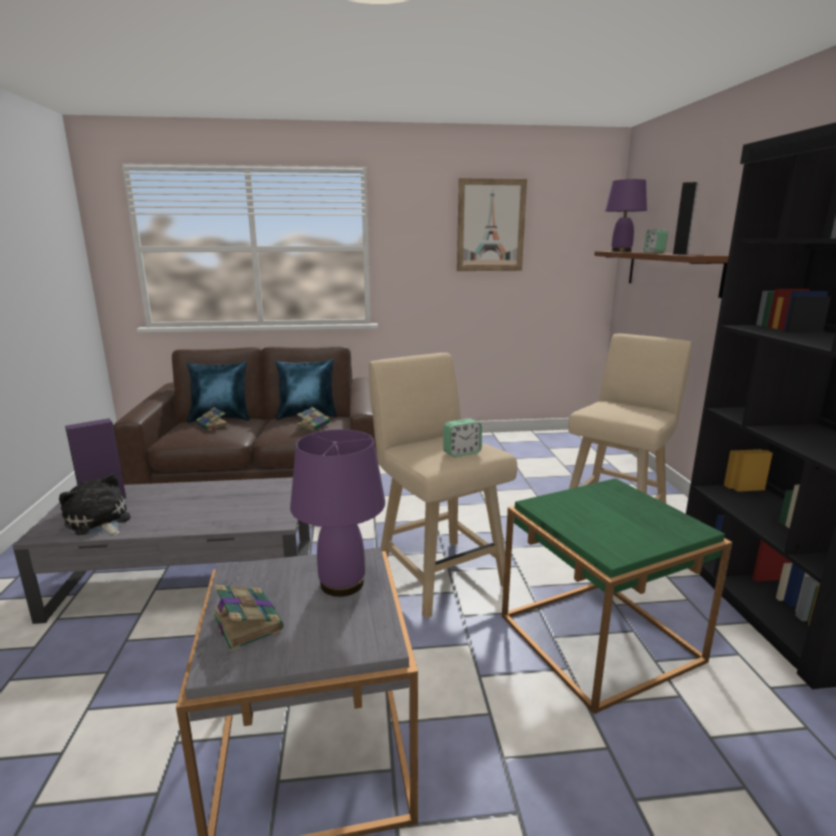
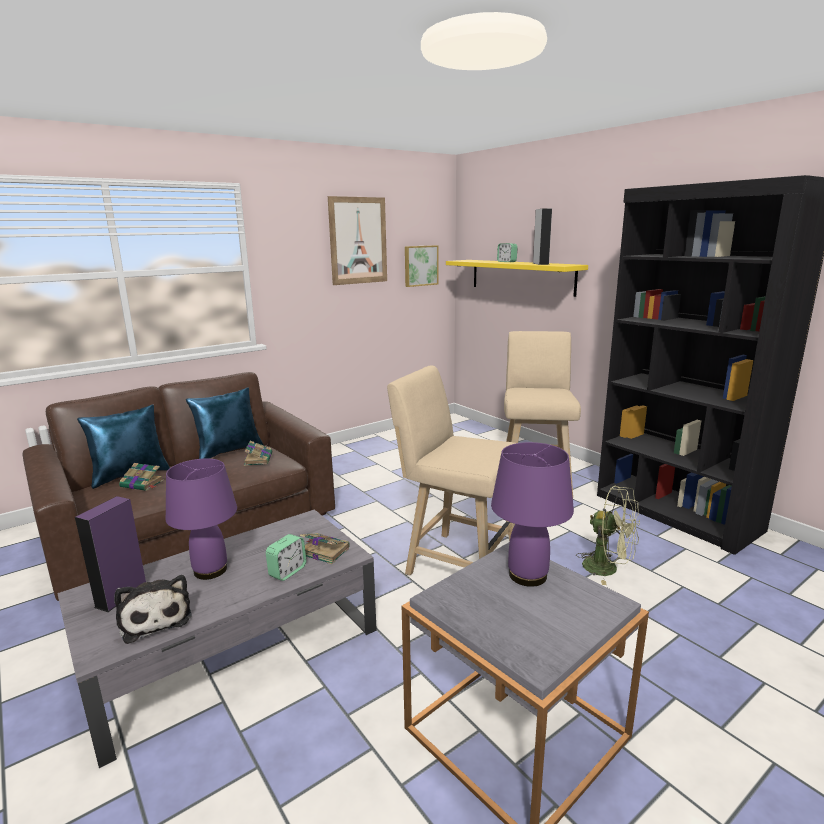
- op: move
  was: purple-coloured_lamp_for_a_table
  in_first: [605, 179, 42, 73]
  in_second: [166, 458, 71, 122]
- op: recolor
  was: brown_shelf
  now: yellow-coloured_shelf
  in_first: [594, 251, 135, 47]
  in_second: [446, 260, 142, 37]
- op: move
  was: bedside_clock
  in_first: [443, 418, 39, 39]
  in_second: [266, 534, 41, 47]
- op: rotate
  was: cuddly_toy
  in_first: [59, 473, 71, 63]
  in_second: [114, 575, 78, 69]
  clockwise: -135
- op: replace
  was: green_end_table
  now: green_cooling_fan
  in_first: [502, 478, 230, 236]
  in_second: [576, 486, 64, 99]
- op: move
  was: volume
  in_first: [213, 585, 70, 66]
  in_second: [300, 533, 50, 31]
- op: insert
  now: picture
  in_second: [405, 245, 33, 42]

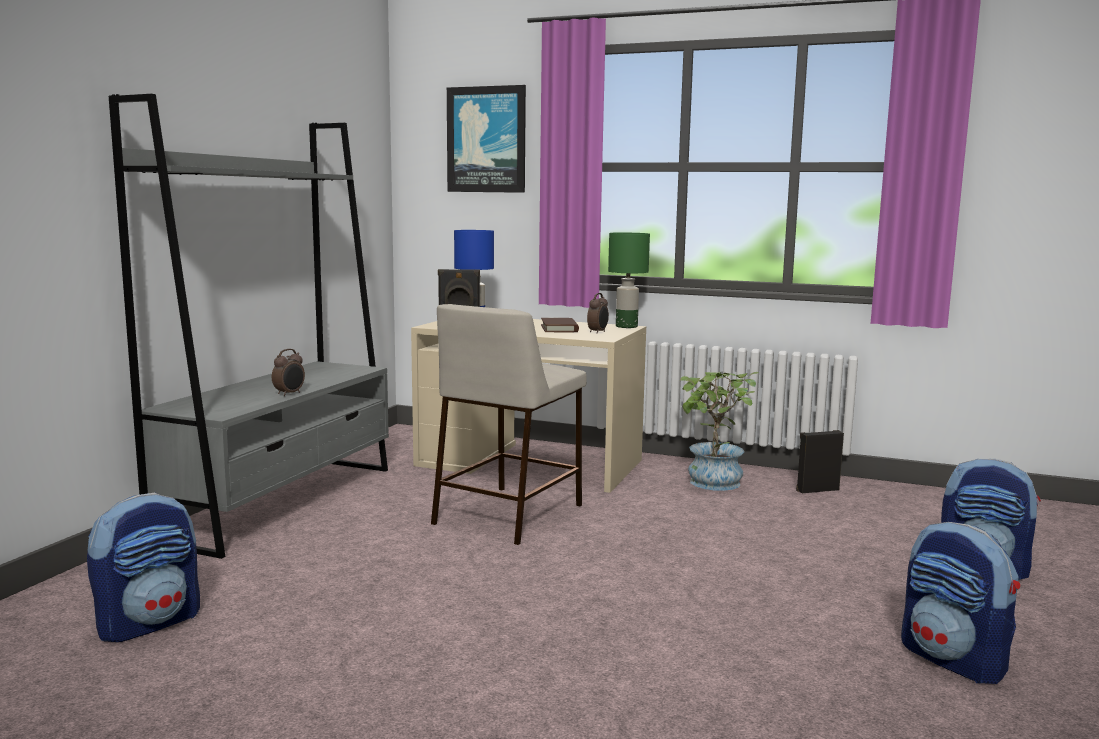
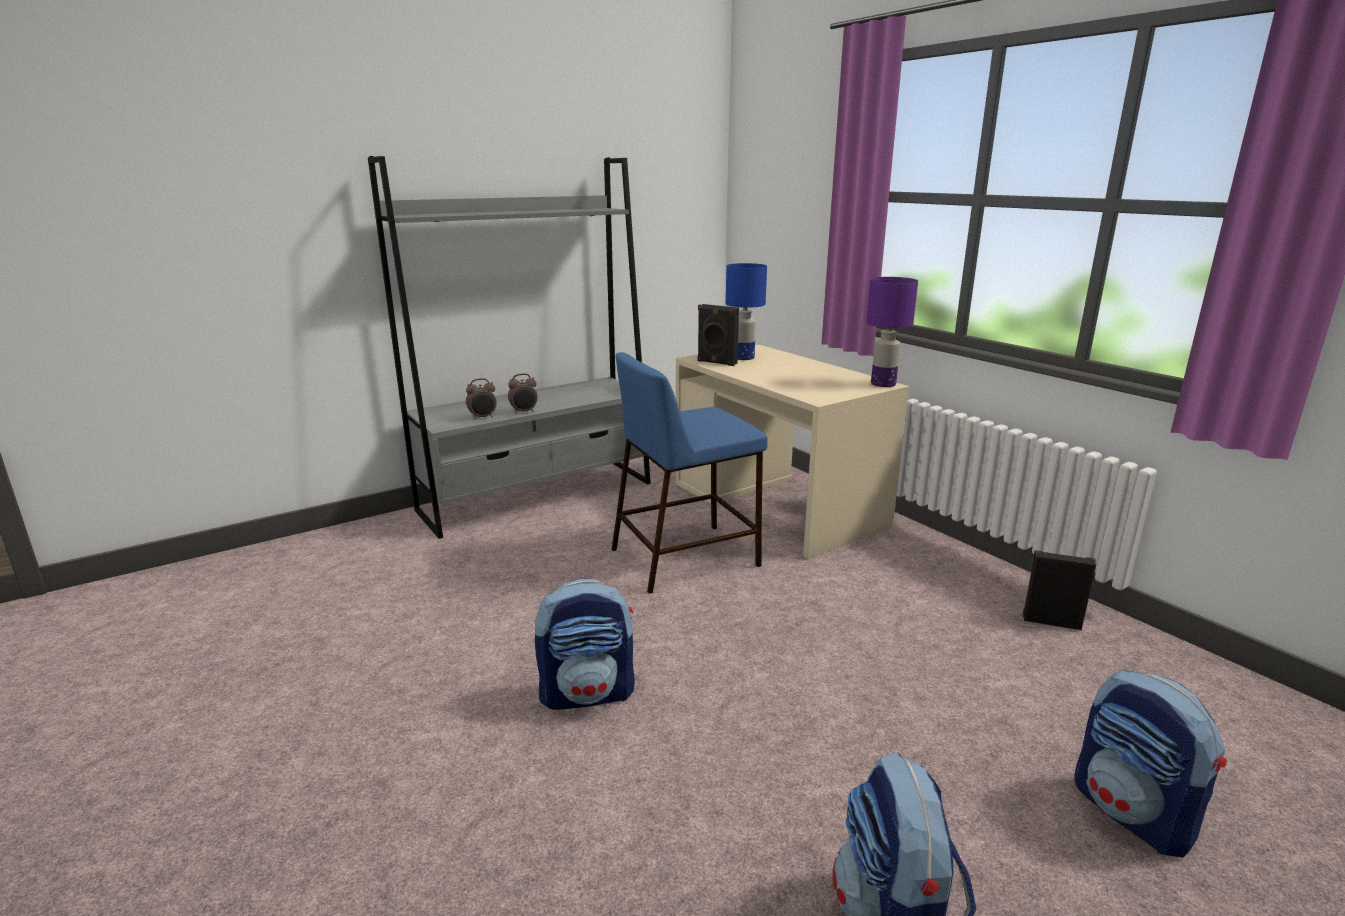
- op: delete
  was: picture
  in_first: [447, 85, 79, 108]
- op: recolor
  was: green_lamp_for_a_table
  now: purple-coloured_lamp_for_a_table
  in_first: [608, 233, 42, 95]
  in_second: [866, 277, 52, 110]
- op: move
  was: bedside_clock
  in_first: [587, 293, 22, 41]
  in_second: [466, 378, 31, 42]
- op: recolor
  was: beige-coloured_sitting_stool
  now: bluish_sitting_stool
  in_first: [431, 304, 156, 241]
  in_second: [611, 352, 157, 242]
- op: delete
  was: brown_volume
  in_first: [541, 318, 38, 14]
- op: delete
  was: houseplant
  in_first: [680, 372, 79, 119]
- op: move
  was: backpack
  in_first: [87, 493, 113, 149]
  in_second: [534, 578, 101, 132]

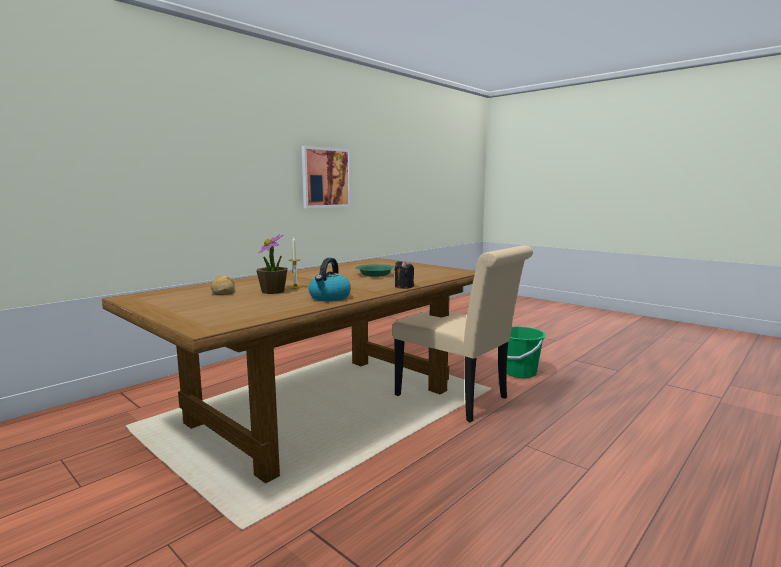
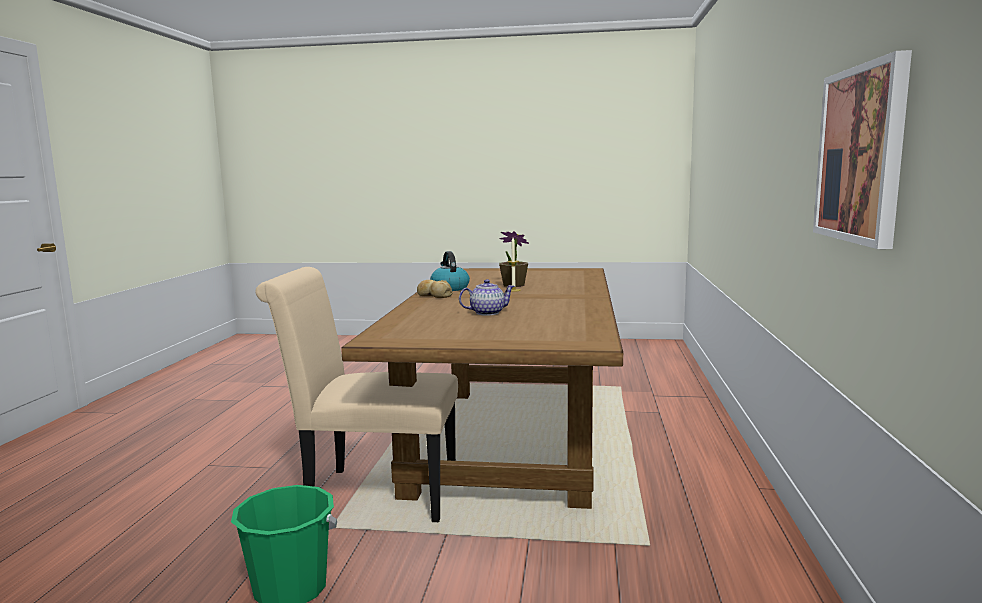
- op: delete
  was: black_candle
  in_first: [395, 260, 19, 29]
- op: replace
  was: green_bowl
  now: teapot
  in_first: [355, 264, 40, 13]
  in_second: [459, 279, 56, 37]
- op: move
  was: baked_bread
  in_first: [211, 276, 24, 19]
  in_second: [417, 280, 36, 18]

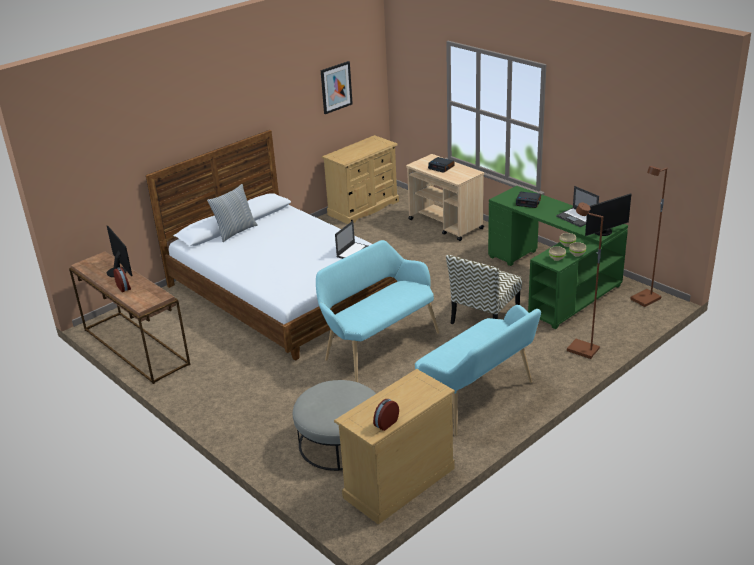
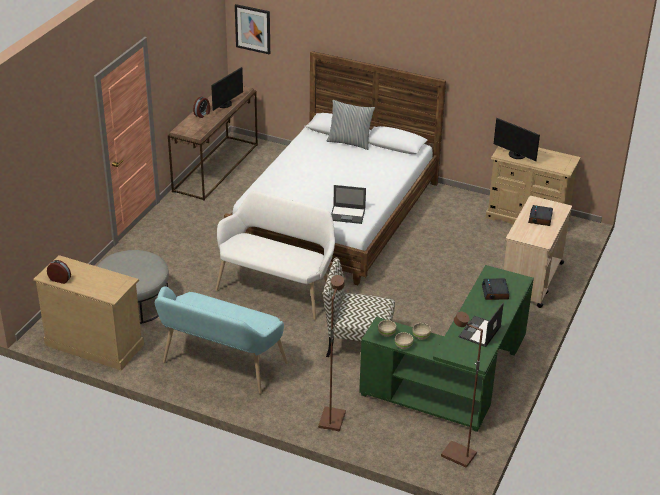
- op: move
  was: picture
  in_first: [321, 61, 32, 53]
  in_second: [235, 4, 35, 51]
- op: move
  was: computer_screen
  in_first: [585, 193, 46, 43]
  in_second: [494, 118, 46, 43]
- op: recolor
  was: blue-green_long_seat
  now: whitish_long_seat
  in_first: [316, 240, 123, 142]
  in_second: [215, 191, 120, 129]

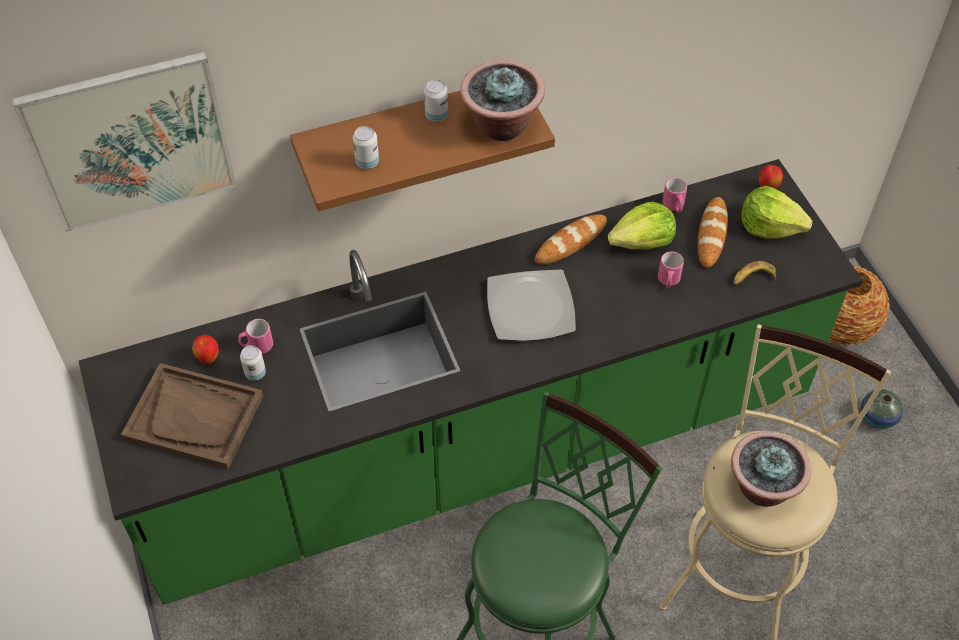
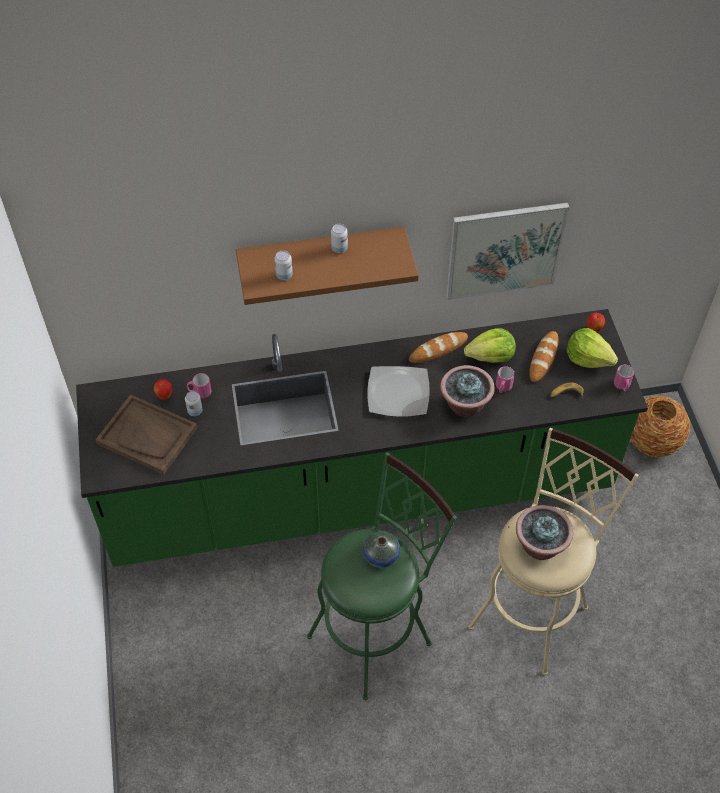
- op: move
  was: picture
  in_first: [12, 52, 225, 180]
  in_second: [446, 203, 124, 97]
- op: move
  was: houseplant
  in_first: [460, 60, 85, 81]
  in_second: [440, 365, 55, 52]
- op: move
  was: pinkish_mug
  in_first: [662, 178, 25, 35]
  in_second: [614, 365, 20, 27]
- op: move
  was: vase
  in_first: [861, 389, 42, 40]
  in_second: [363, 531, 37, 37]

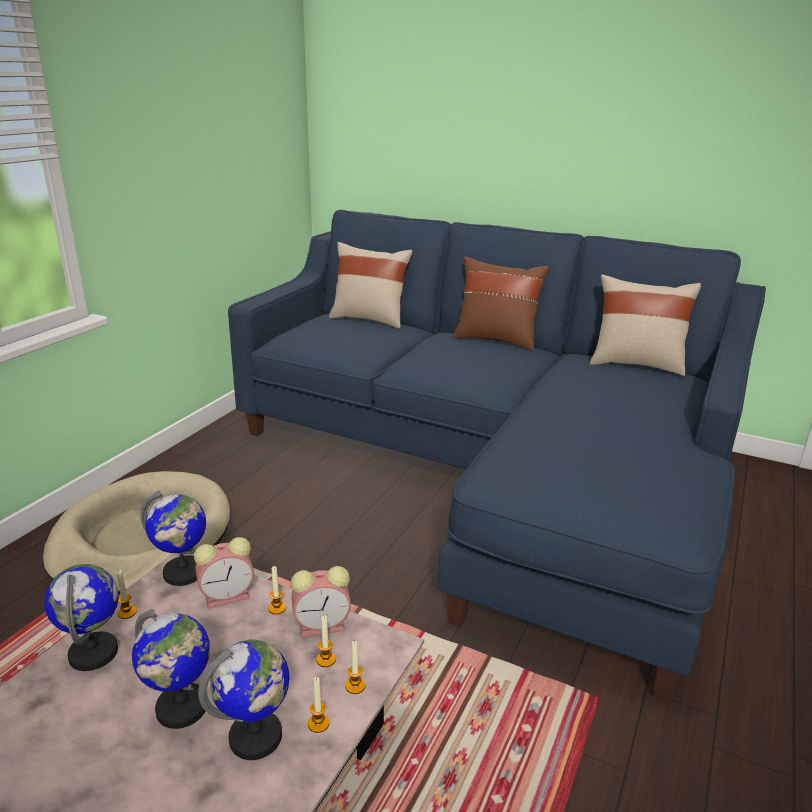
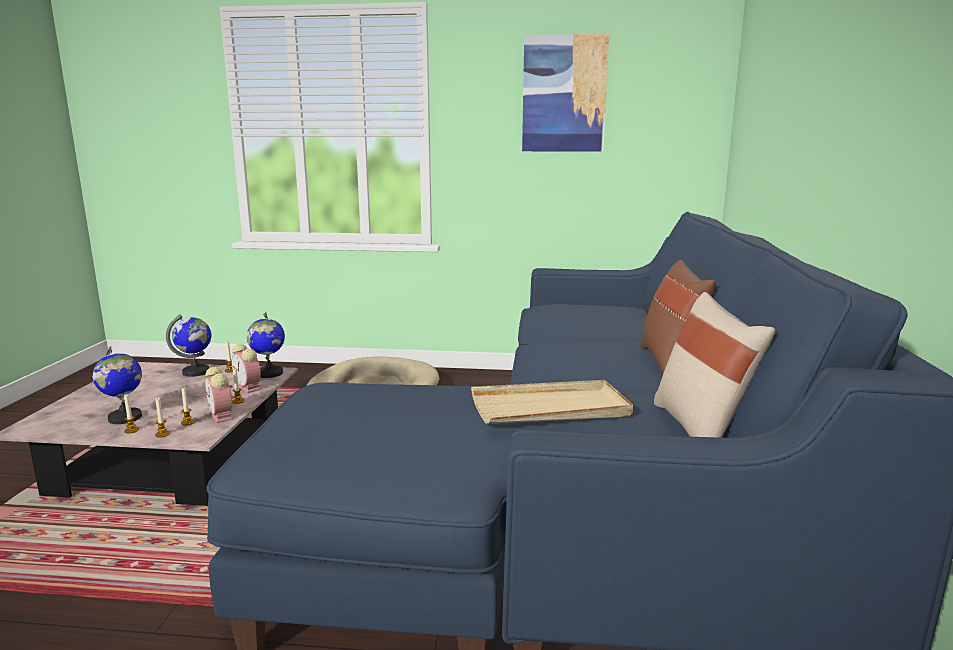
- op: delete
  was: beige-coloured_pillow
  in_first: [329, 242, 83, 87]
- op: delete
  was: desk_globe
  in_first: [132, 609, 78, 120]
- op: insert
  now: picture
  in_second: [522, 34, 87, 118]
- op: insert
  now: beige-coloured_serving_tray
  in_second: [471, 380, 162, 44]

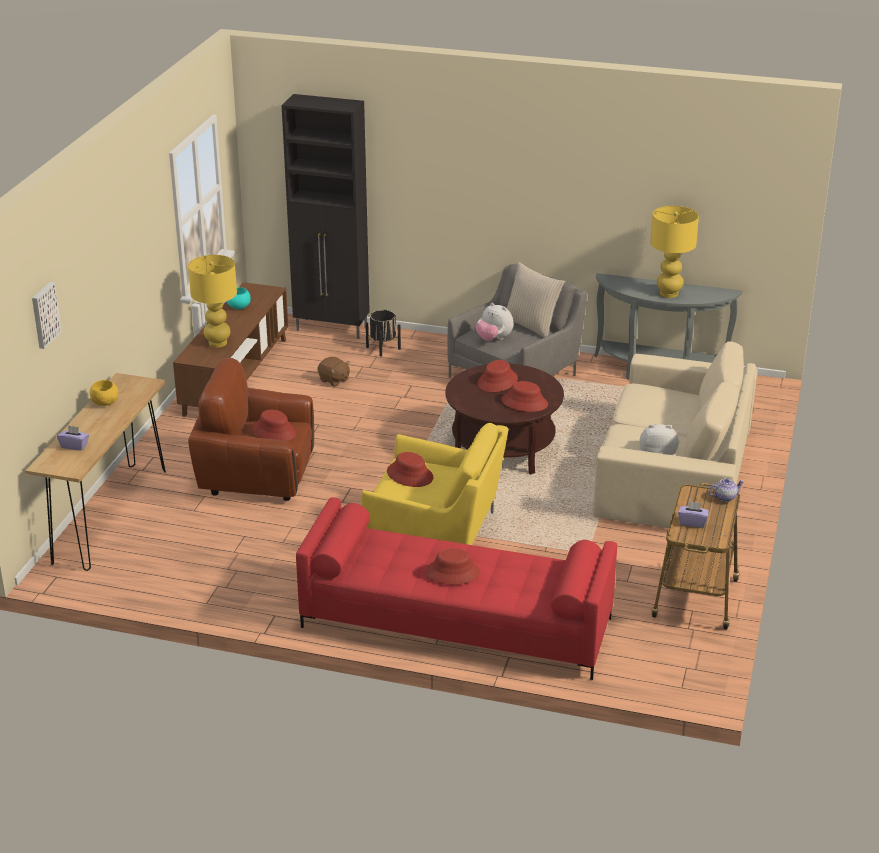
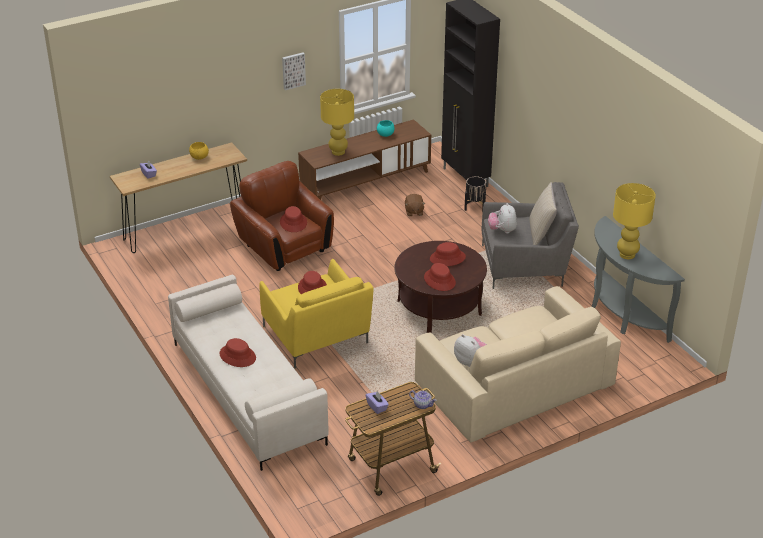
- op: move
  was: picture
  in_first: [32, 282, 30, 67]
  in_second: [282, 52, 24, 38]
- op: recolor
  was: reddish_settee
  now: whitish_settee
  in_first: [296, 497, 321, 183]
  in_second: [168, 275, 161, 196]

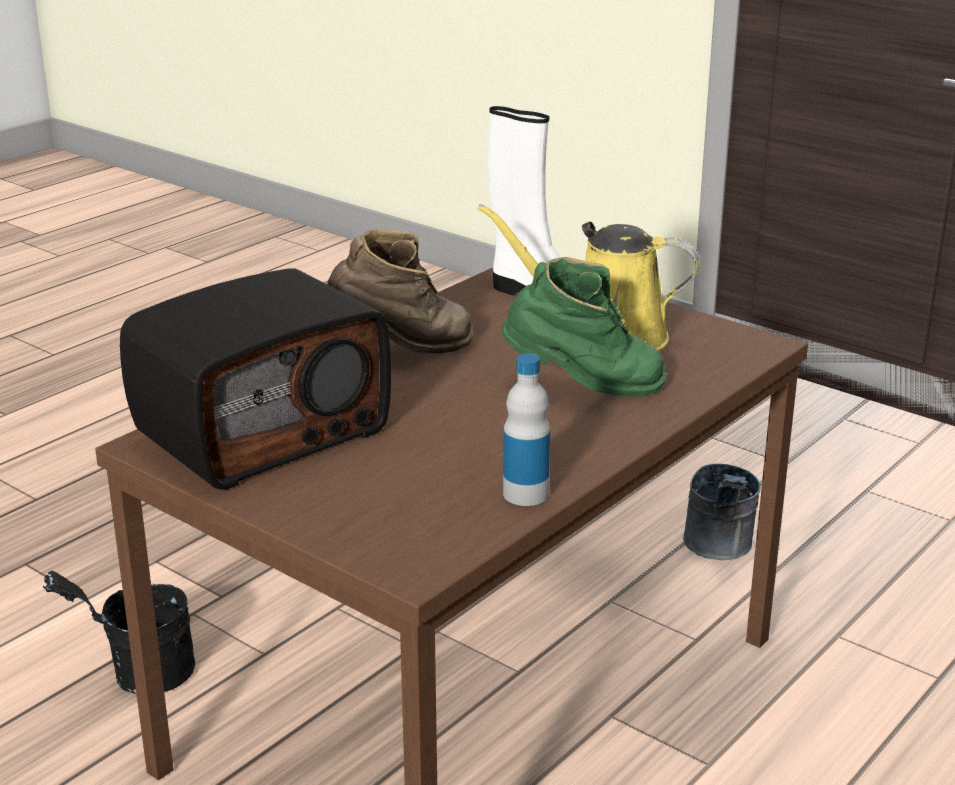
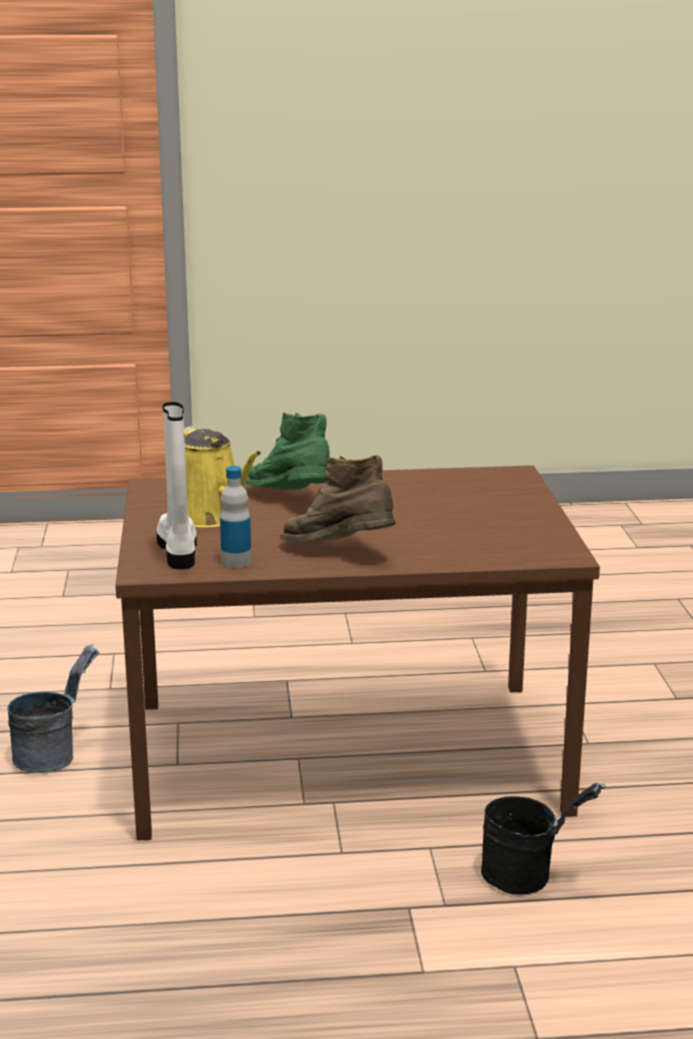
- op: delete
  was: radio_receiver
  in_first: [120, 268, 271, 222]
- op: move
  was: beverage_bottle
  in_first: [503, 353, 47, 153]
  in_second: [220, 466, 31, 102]

